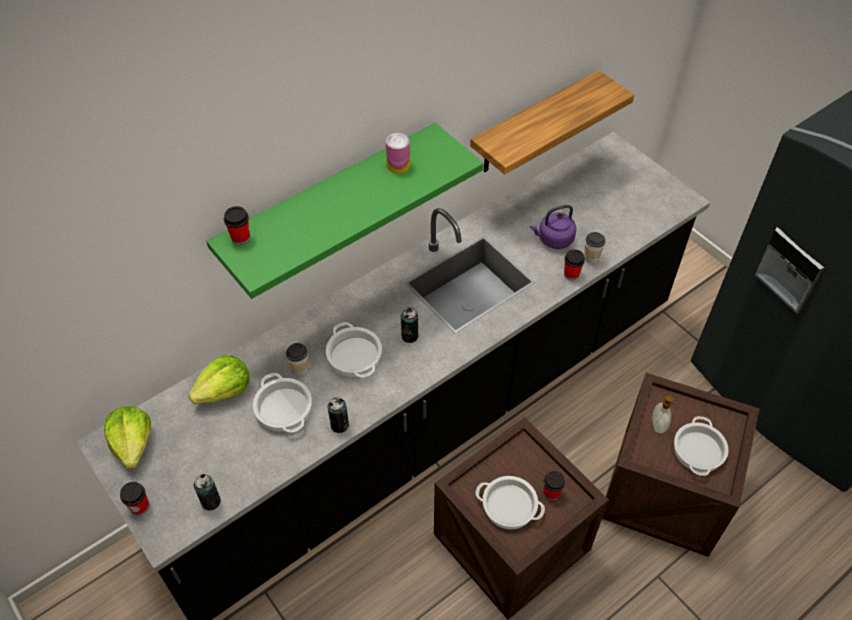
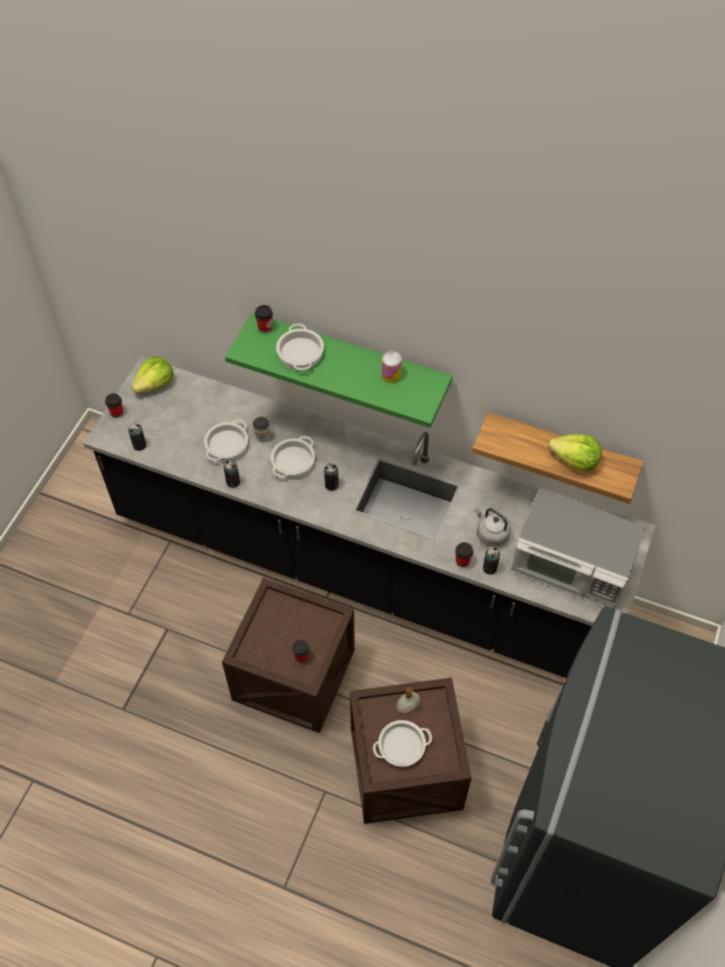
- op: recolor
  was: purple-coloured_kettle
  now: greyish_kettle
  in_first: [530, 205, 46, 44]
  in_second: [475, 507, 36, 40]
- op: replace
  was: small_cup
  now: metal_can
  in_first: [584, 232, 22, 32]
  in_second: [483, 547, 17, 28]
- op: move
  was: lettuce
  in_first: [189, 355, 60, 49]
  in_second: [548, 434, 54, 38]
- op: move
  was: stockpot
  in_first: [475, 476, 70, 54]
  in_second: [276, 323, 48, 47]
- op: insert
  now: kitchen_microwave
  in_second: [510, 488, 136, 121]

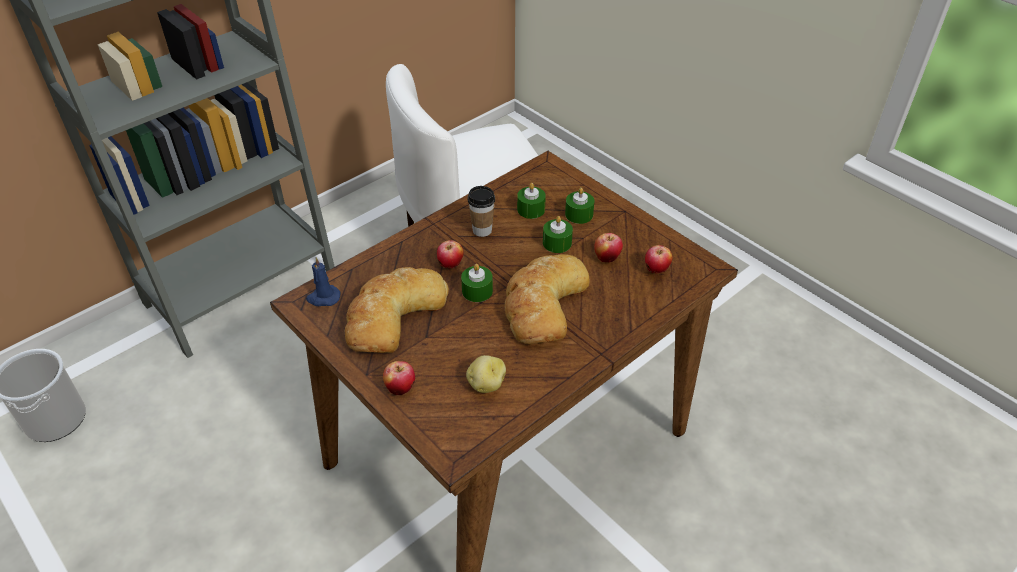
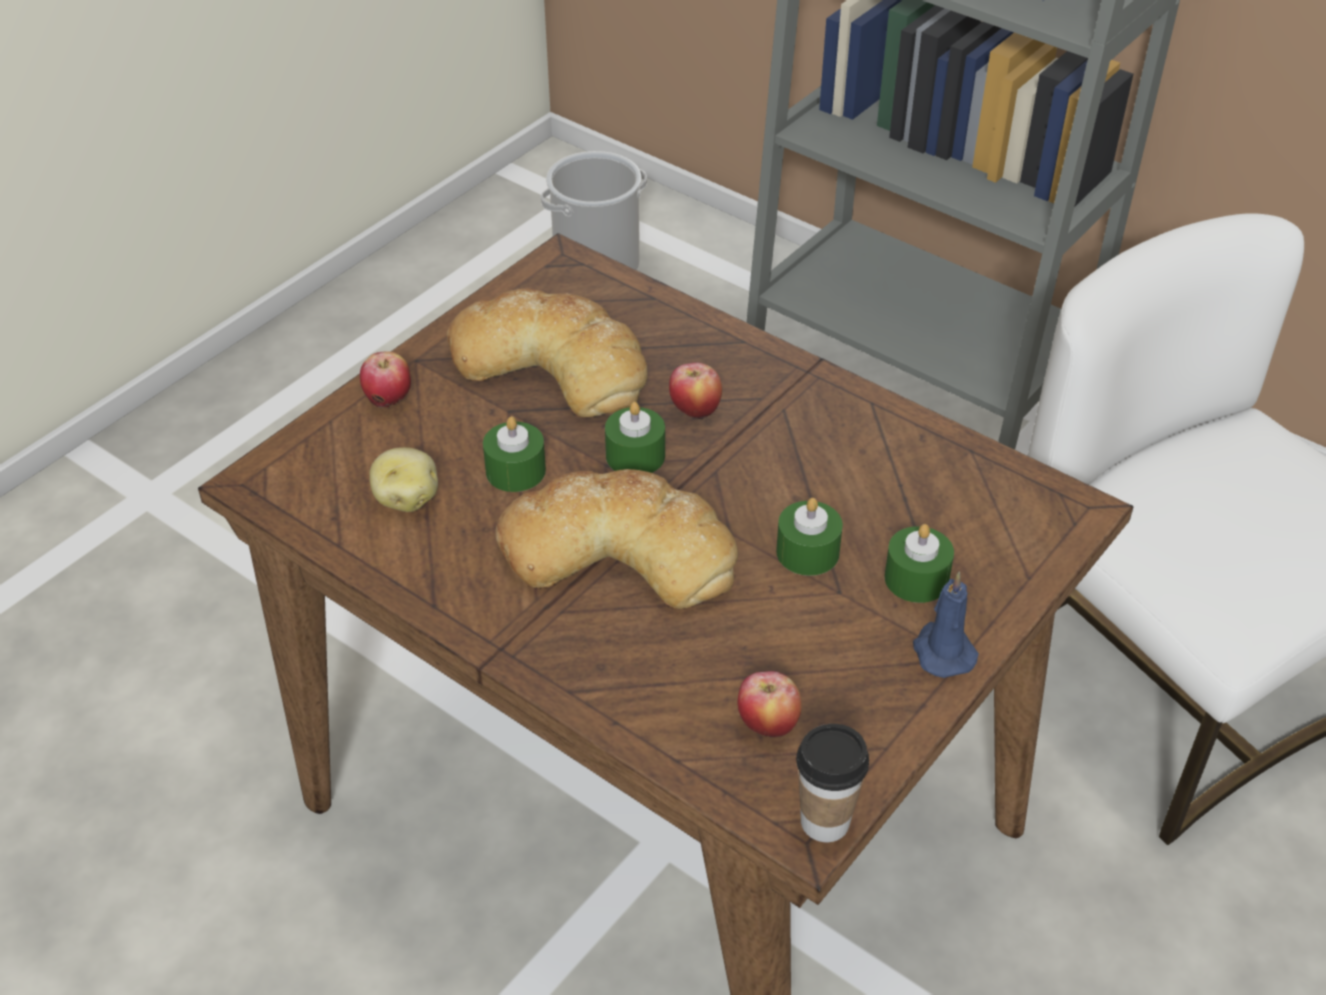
- op: move
  was: green_candle
  in_first: [517, 183, 29, 36]
  in_second: [483, 416, 63, 76]
- op: move
  was: small_cup
  in_first: [468, 186, 27, 51]
  in_second: [796, 724, 73, 118]
- op: delete
  was: apple_fruit
  in_first: [594, 233, 29, 30]
- op: move
  was: bluish_candle
  in_first: [306, 257, 34, 49]
  in_second: [913, 572, 66, 106]

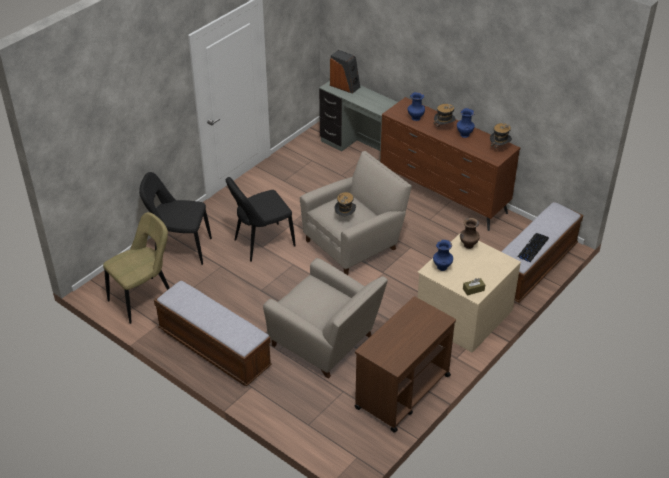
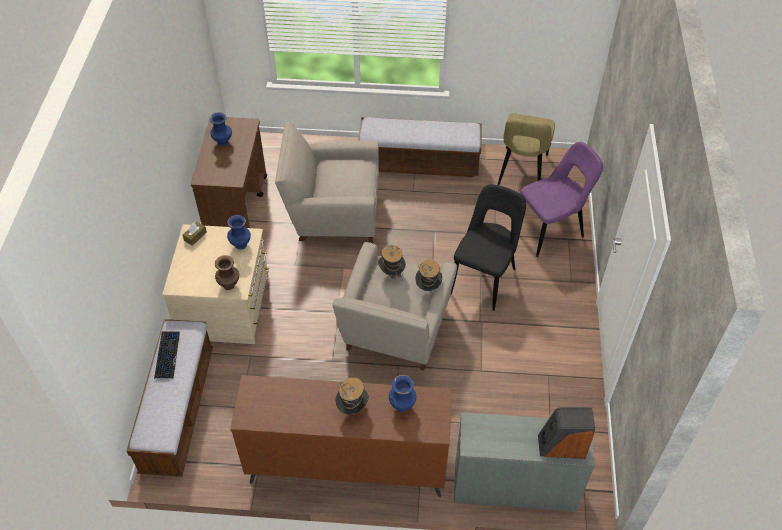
- op: move
  was: bluish_vase
  in_first: [457, 108, 18, 30]
  in_second: [209, 112, 23, 33]
- op: move
  was: clothing_hat
  in_first: [490, 123, 22, 25]
  in_second: [415, 260, 27, 31]
- op: recolor
  was: black_chair
  now: purple-coloured_chair
  in_first: [139, 172, 73, 93]
  in_second: [520, 142, 83, 115]

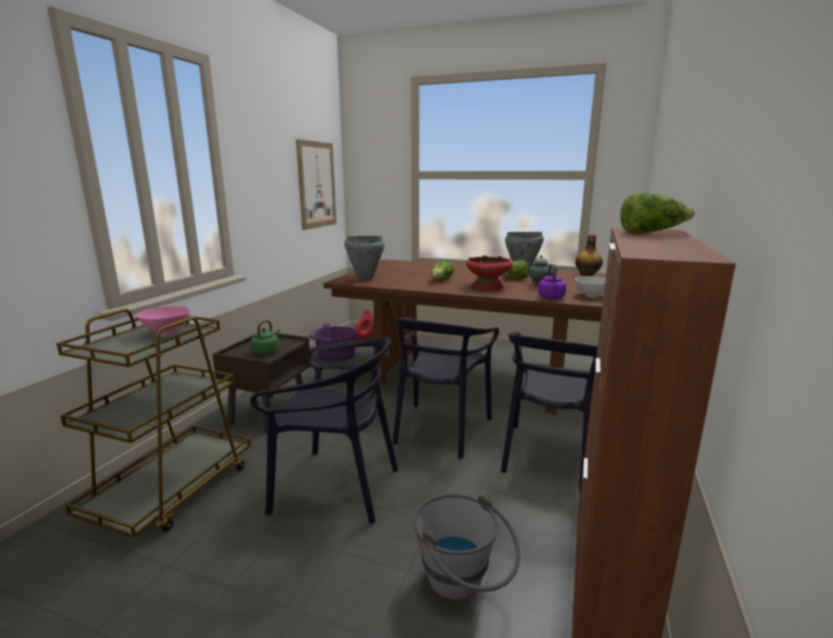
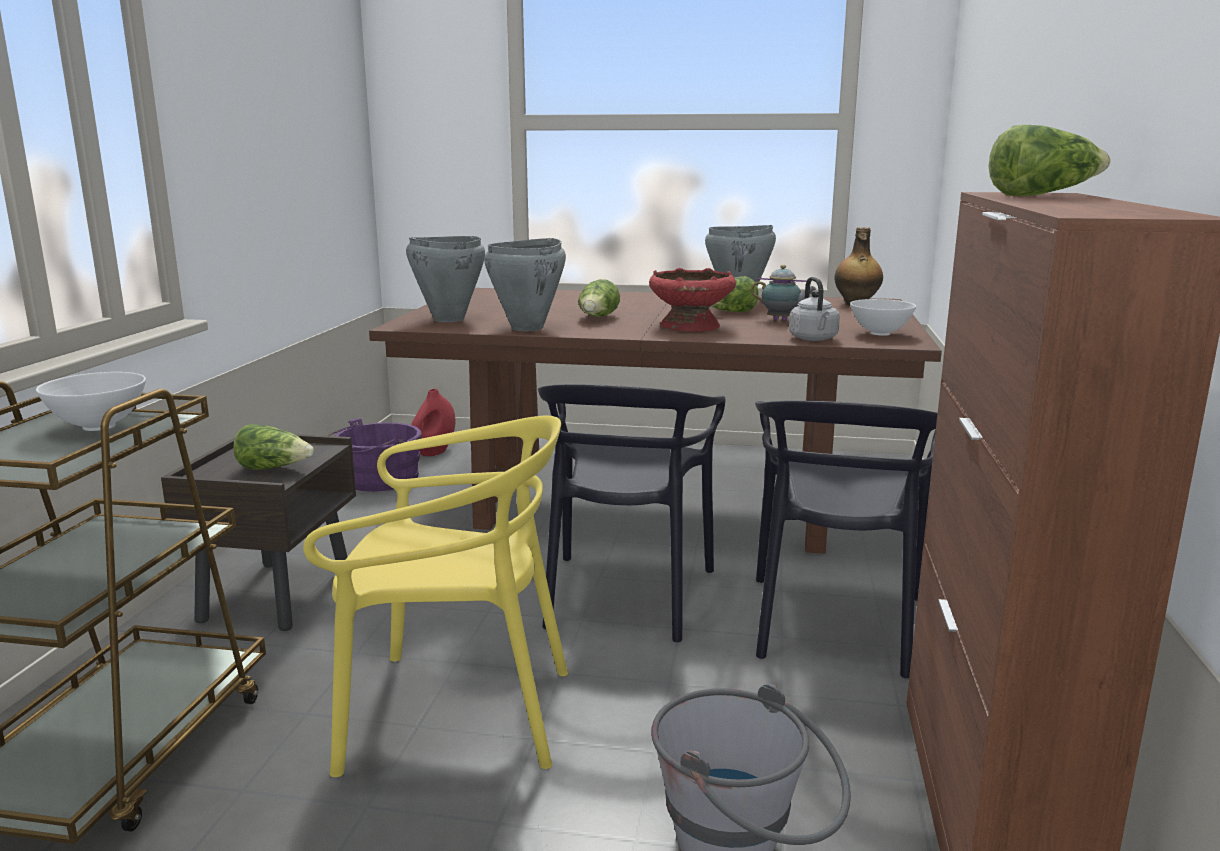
- op: delete
  was: picture
  in_first: [296, 139, 41, 91]
- op: recolor
  was: purple-coloured_kettle
  now: greyish_kettle
  in_first: [538, 264, 28, 35]
  in_second: [789, 277, 51, 64]
- op: recolor
  was: pinkish_bowl
  now: whitish_bowl
  in_first: [137, 306, 53, 29]
  in_second: [36, 372, 110, 59]
- op: replace
  was: green_kettle
  now: lettuce
  in_first: [251, 320, 29, 35]
  in_second: [233, 424, 81, 46]
- op: recolor
  was: black_chair
  now: yellow-coloured_chair
  in_first: [250, 337, 148, 187]
  in_second: [303, 416, 265, 361]
- op: insert
  now: greyish_stockpot
  in_second: [484, 238, 82, 93]

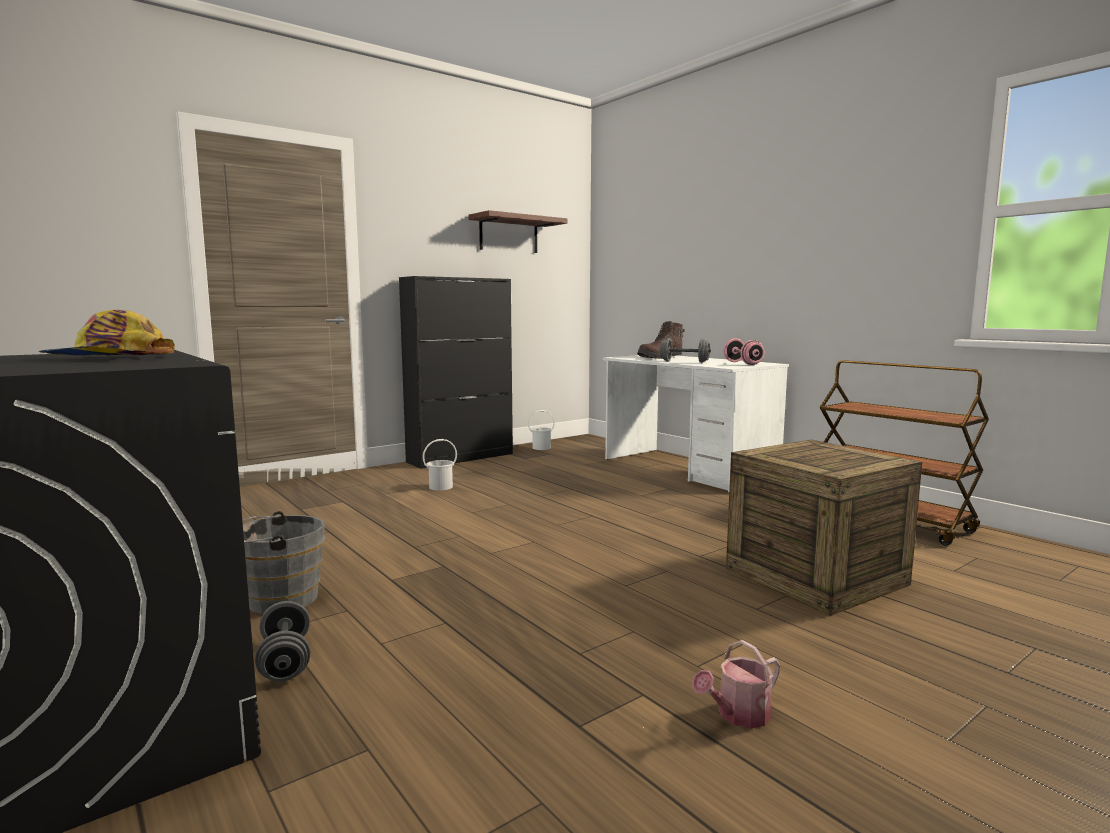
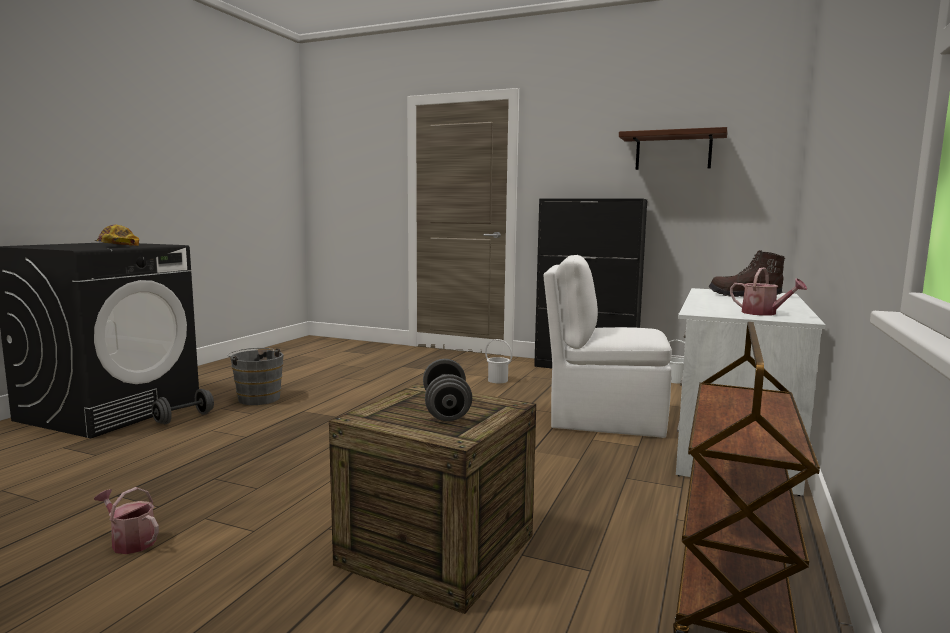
- op: move
  was: greyish_dumbbell
  in_first: [660, 338, 51, 25]
  in_second: [423, 359, 49, 62]
- op: replace
  was: pinkish_dumbbell
  now: sprinkling_can
  in_first: [723, 338, 42, 27]
  in_second: [730, 268, 77, 48]
- op: insert
  now: whitish_chair
  in_second: [543, 255, 129, 183]

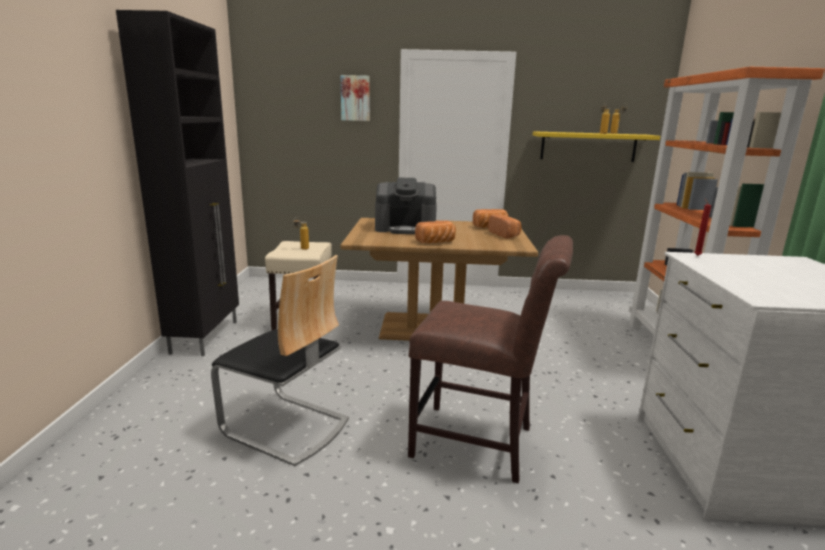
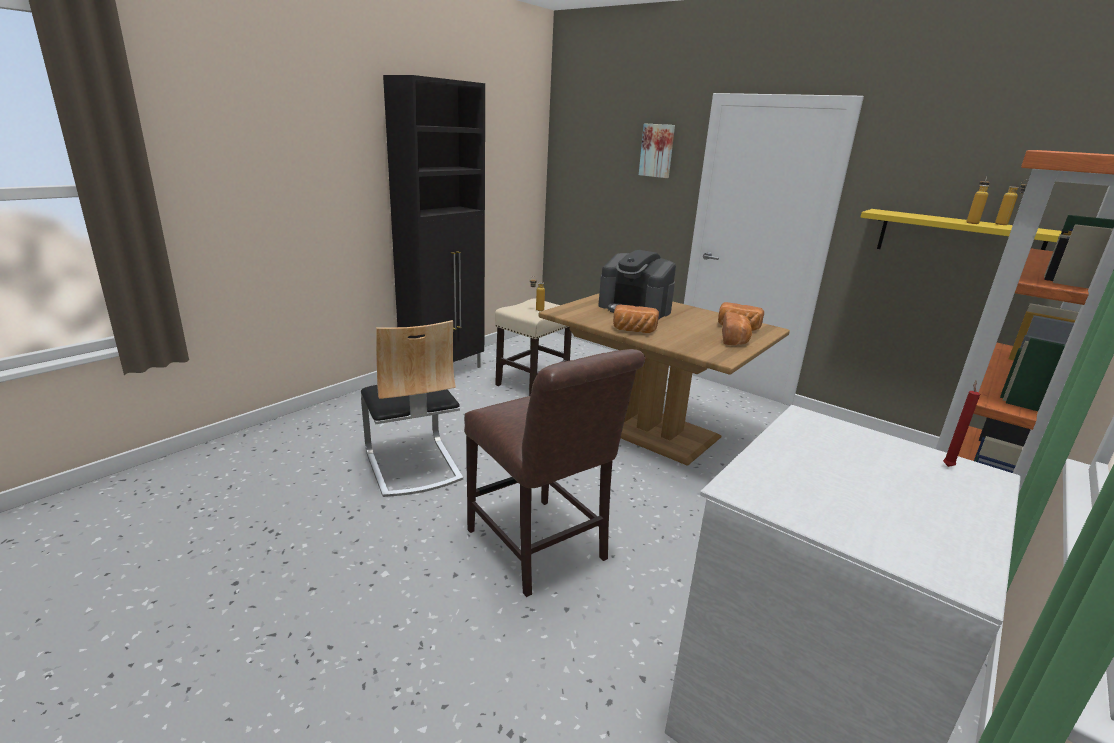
- op: move
  was: reddish_candle
  in_first: [694, 198, 17, 58]
  in_second: [943, 380, 37, 87]

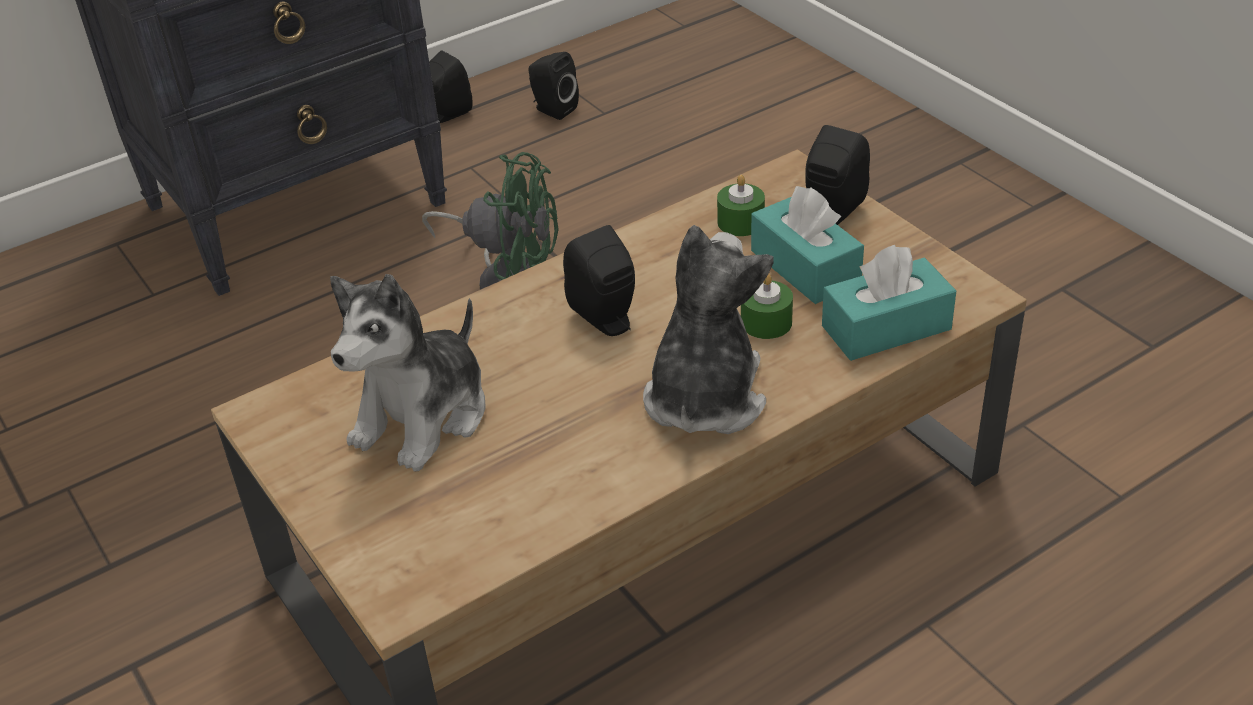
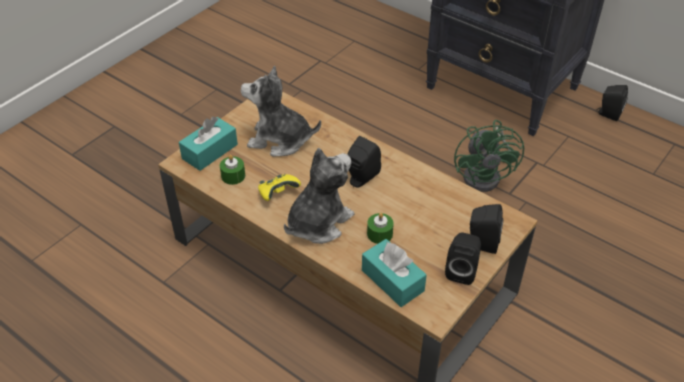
- op: move
  was: black_audio_speaker
  in_first: [528, 52, 51, 68]
  in_second: [445, 232, 36, 53]
- op: move
  was: green_candle
  in_first: [717, 175, 48, 61]
  in_second: [220, 155, 25, 30]
- op: move
  was: blue-green_tissue_box
  in_first: [751, 186, 113, 118]
  in_second: [179, 116, 59, 55]
- op: rotate
  was: cuddly_toy
  in_first: [643, 225, 131, 209]
  in_second: [284, 148, 71, 96]
  clockwise: -45
- op: insert
  now: yellow-coloured_joypad
  in_second: [258, 174, 43, 27]

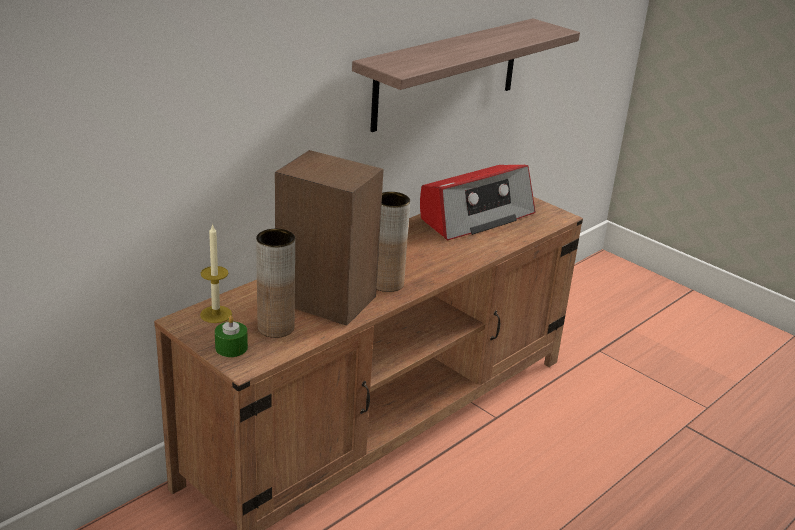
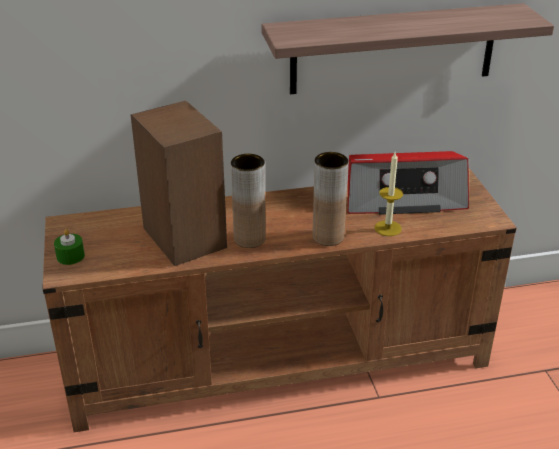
- op: move
  was: candle
  in_first: [200, 223, 32, 100]
  in_second: [374, 152, 29, 84]
- op: move
  was: brown_vase
  in_first: [256, 229, 39, 109]
  in_second: [313, 152, 35, 94]

